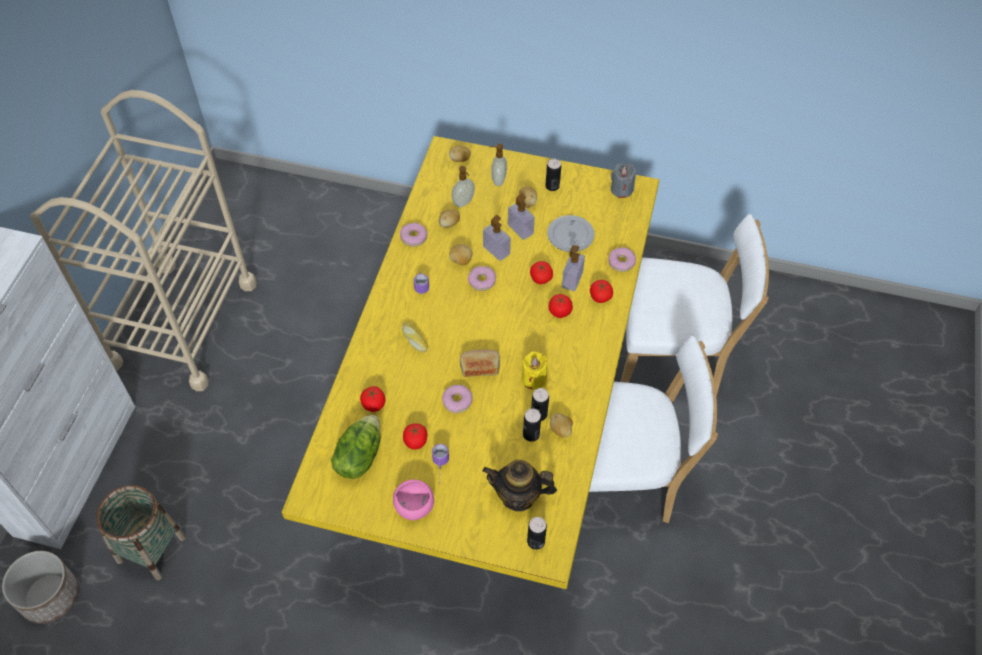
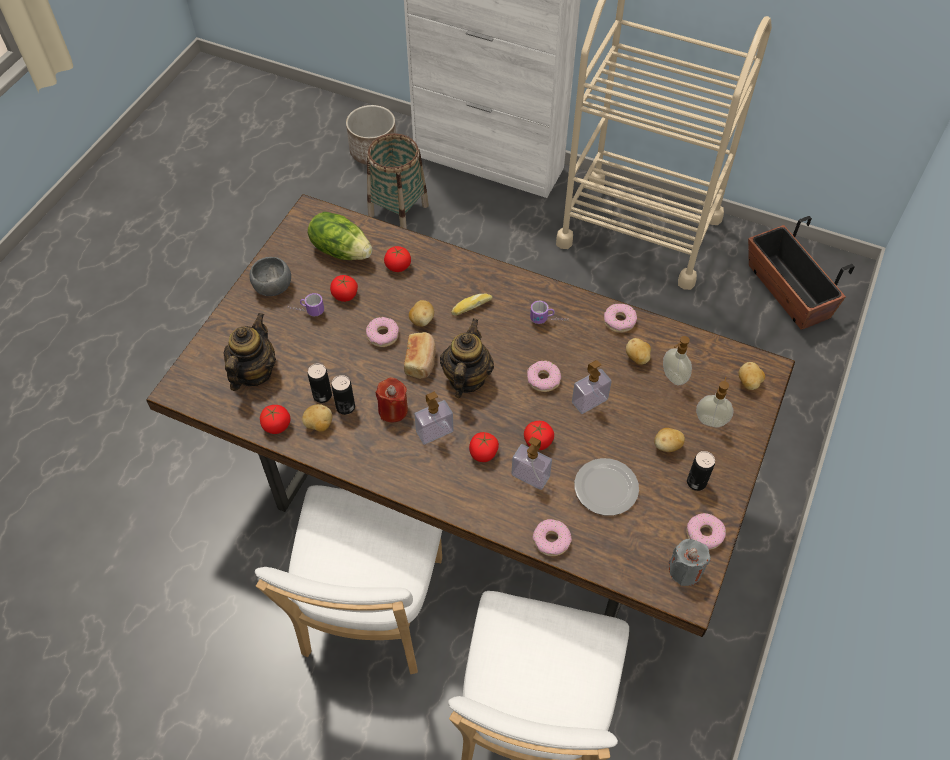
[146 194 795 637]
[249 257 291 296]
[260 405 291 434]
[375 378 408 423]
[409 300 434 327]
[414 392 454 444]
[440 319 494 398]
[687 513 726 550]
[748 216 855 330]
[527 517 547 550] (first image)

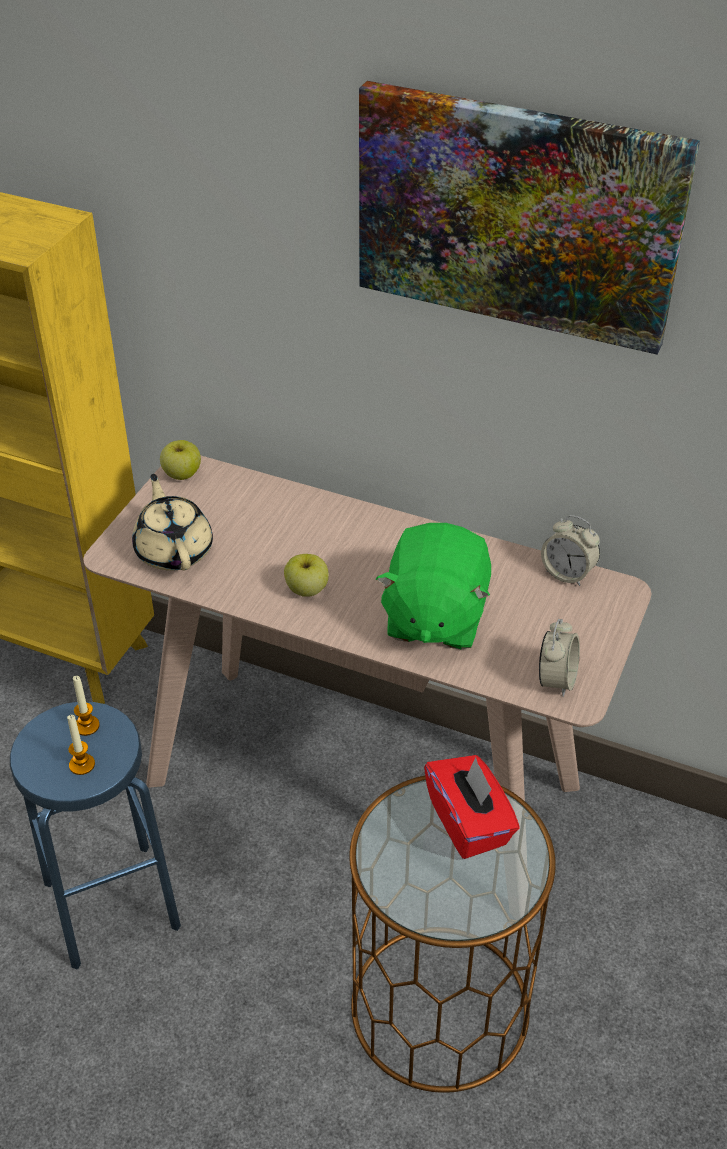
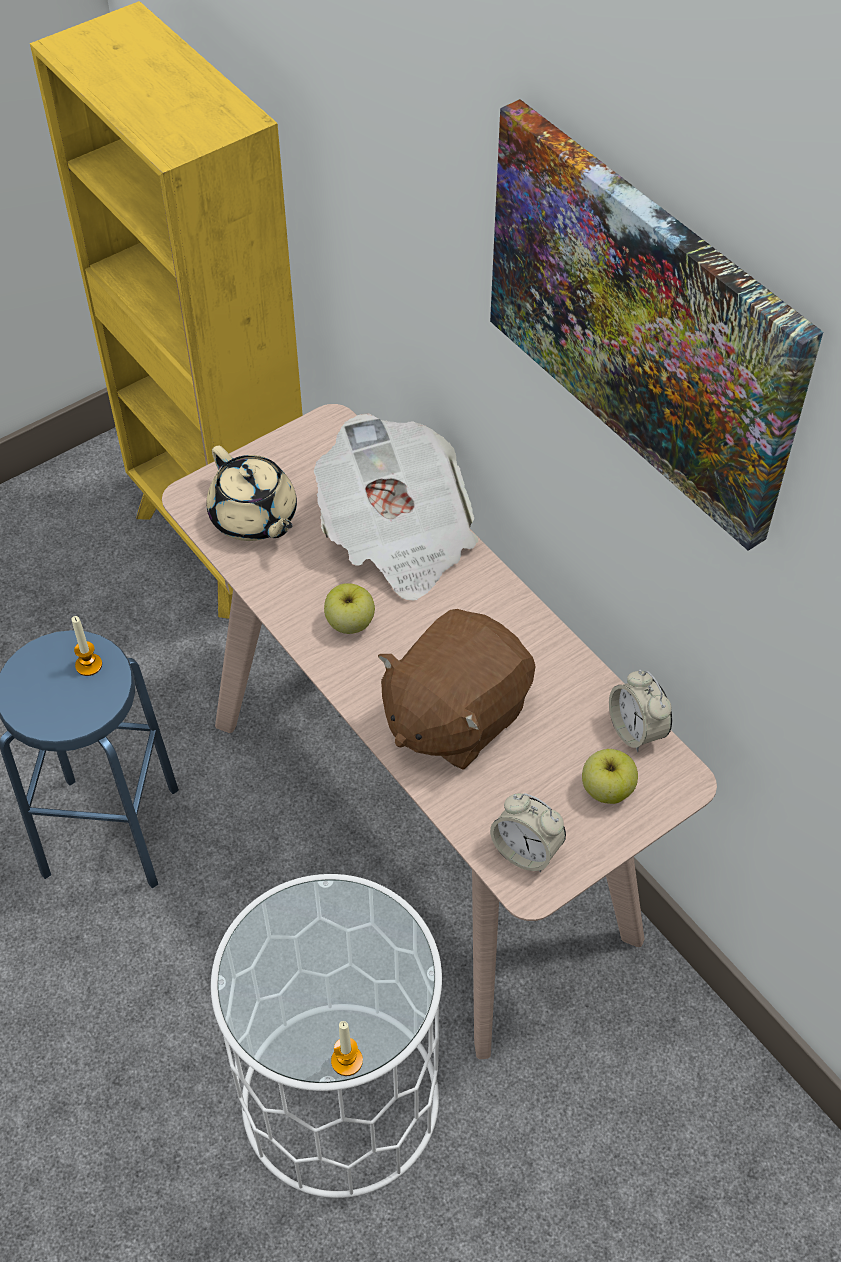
[206 446 297 541]
[211 874 442 1198]
[314 413 478 601]
[331 1021 363 1076]
[378 609 536 769]
[490 793 566 872]
[582 749 638 804]
[424 755 520 859] (first image)

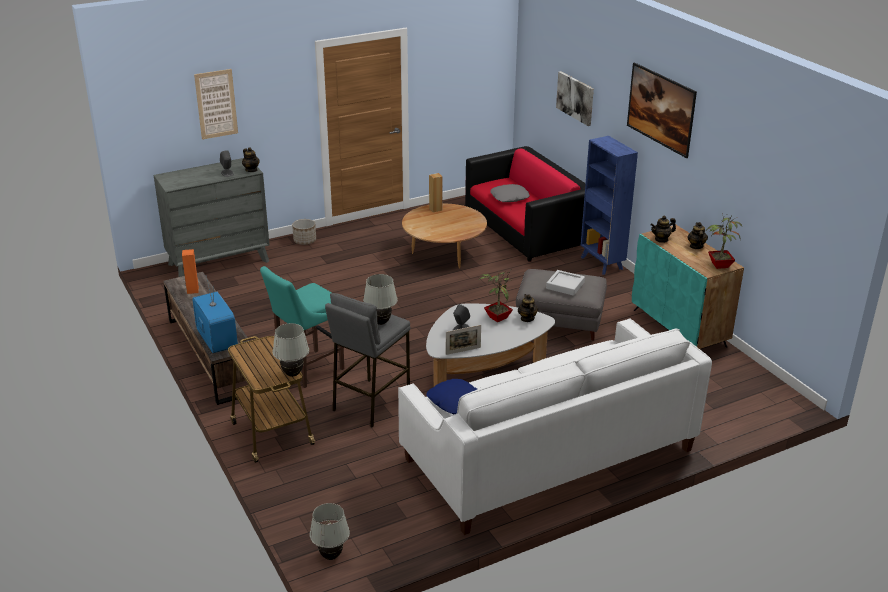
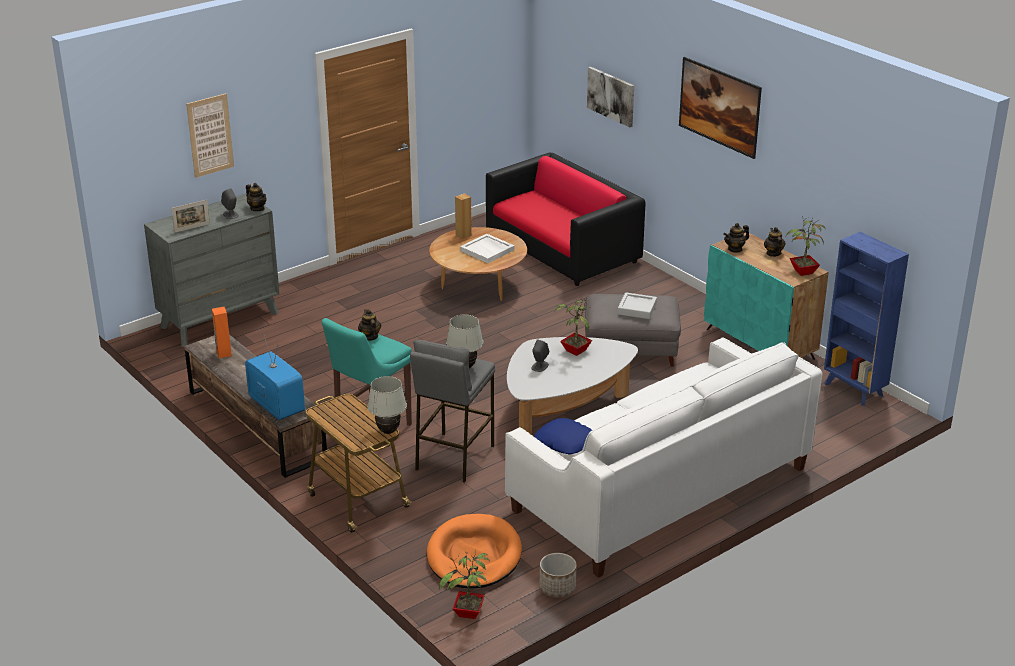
[171 200 210 233]
[358 309 381 341]
[427 514 522 589]
[439 551 490 619]
[460 234 515 263]
[540 553 577 598]
[824 232 909 406]
[490 184 530 202] (first image)

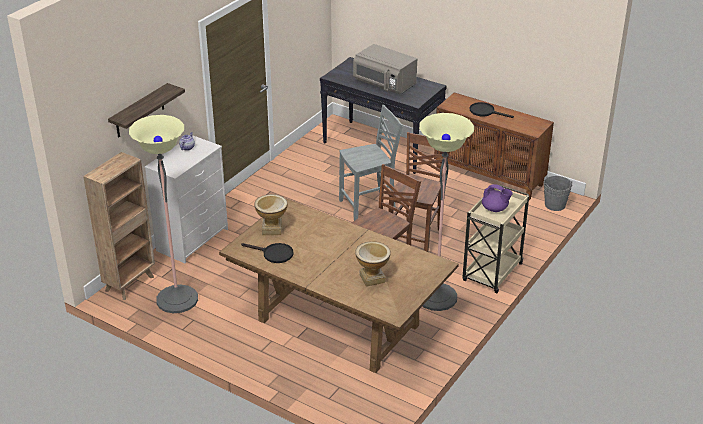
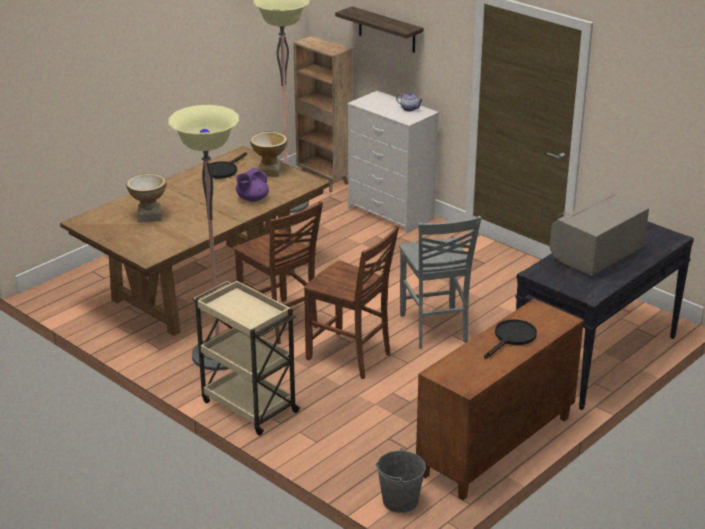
[236 168 269 202]

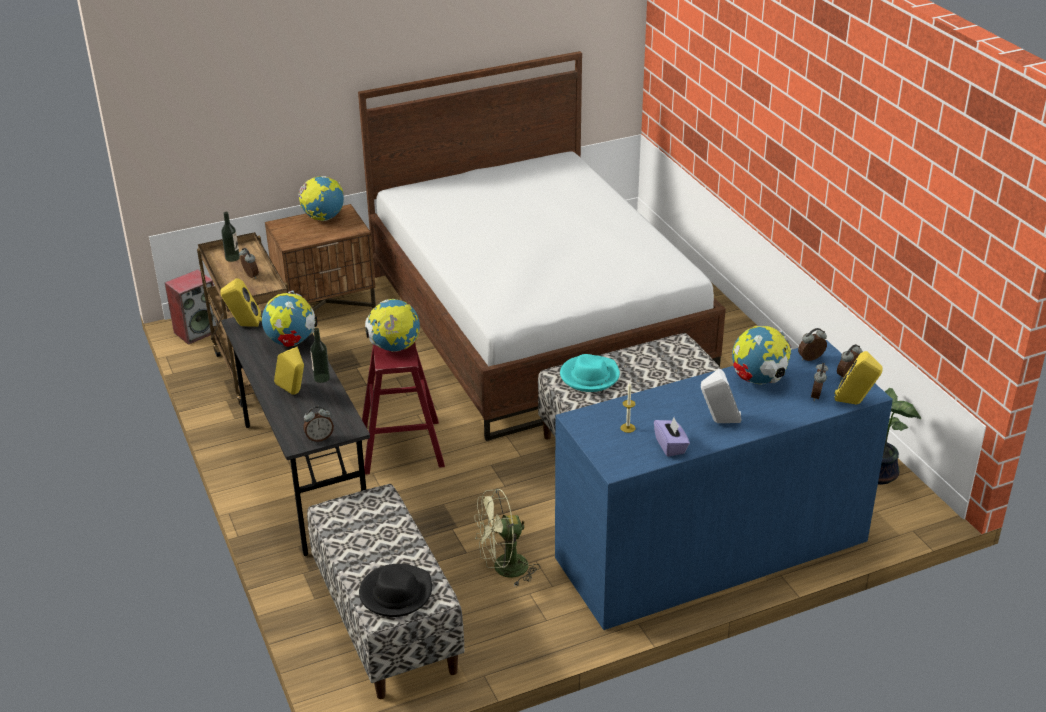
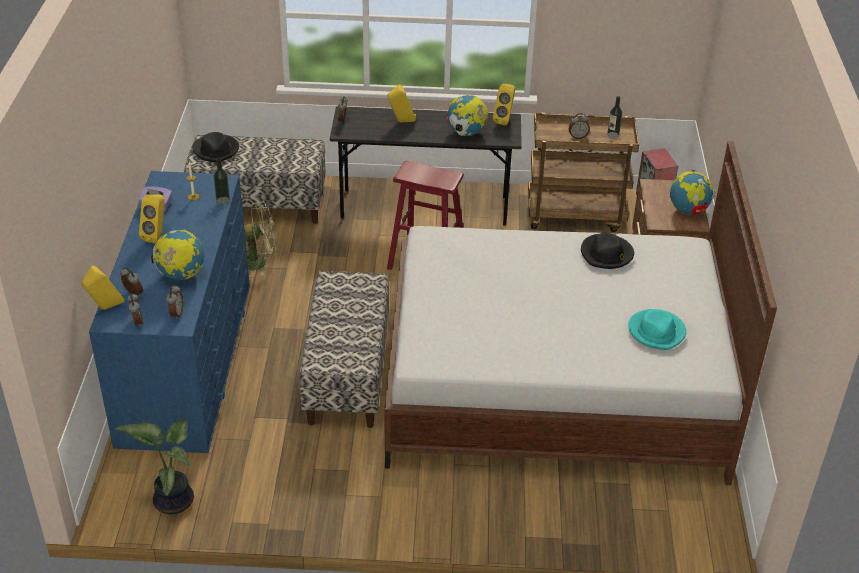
[139 194 164 244]
[214 158 230 205]
[244 202 276 276]
[581 233 634 269]
[628 309 686 350]
[365 299 420 352] (first image)

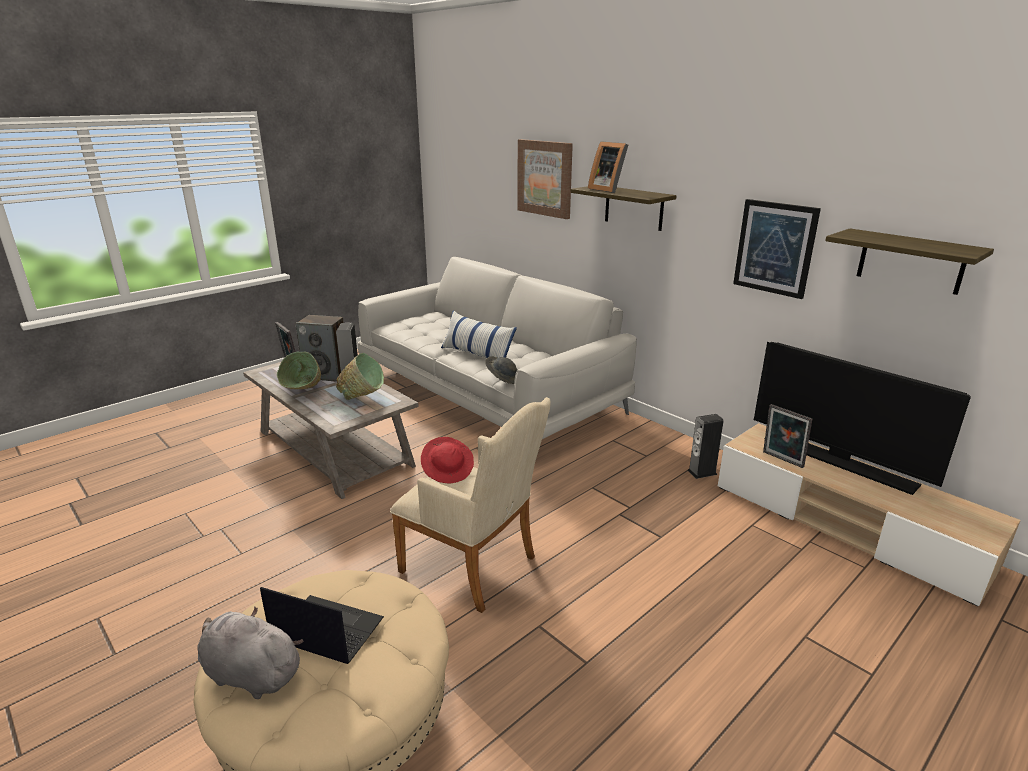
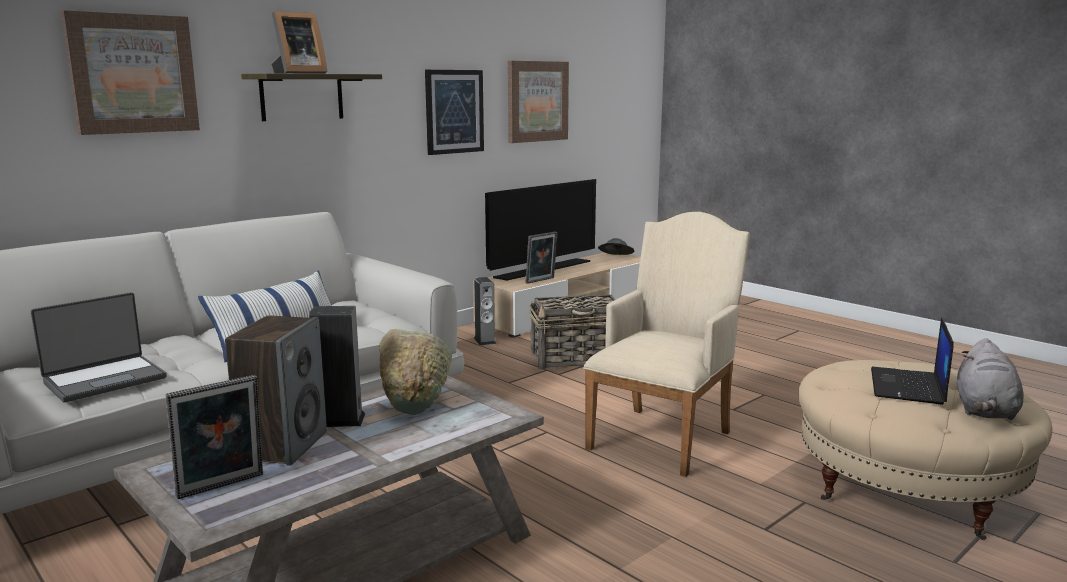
[31 292 167 402]
[508 61 569 143]
[530 295 616 370]
[598 238 634 255]
[277 352 321 389] (first image)
[421 437 474 483] (first image)

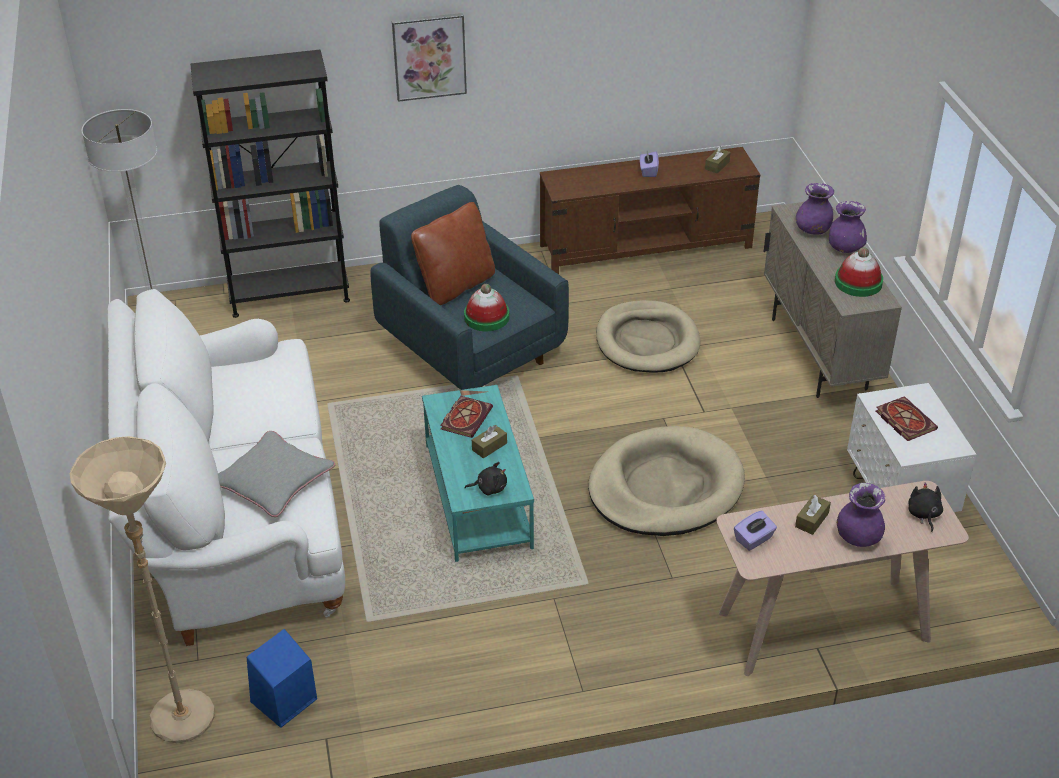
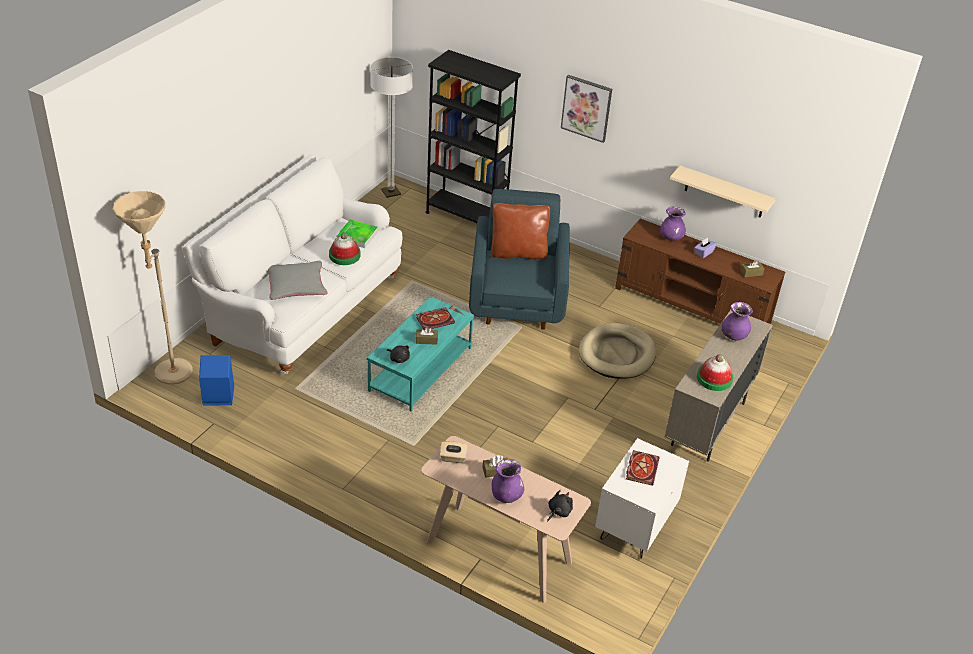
[329 232 360 265]
[337 219 378 248]
[440 441 468 463]
[660 206 686 241]
[670 165 776 218]
[588 426 745 536] (first image)

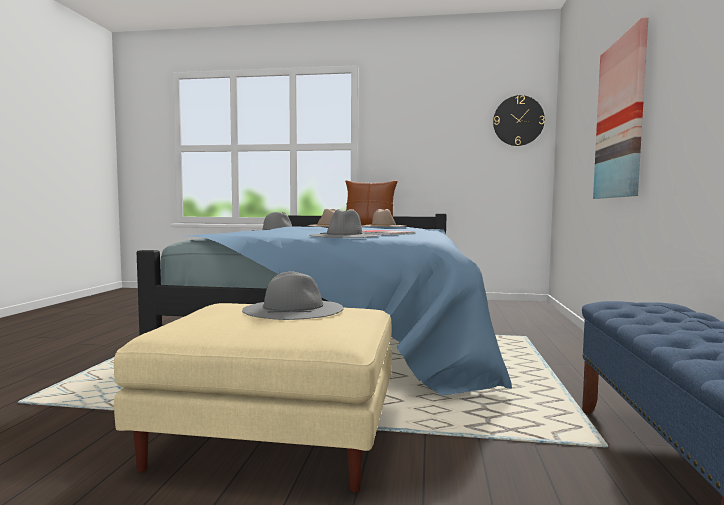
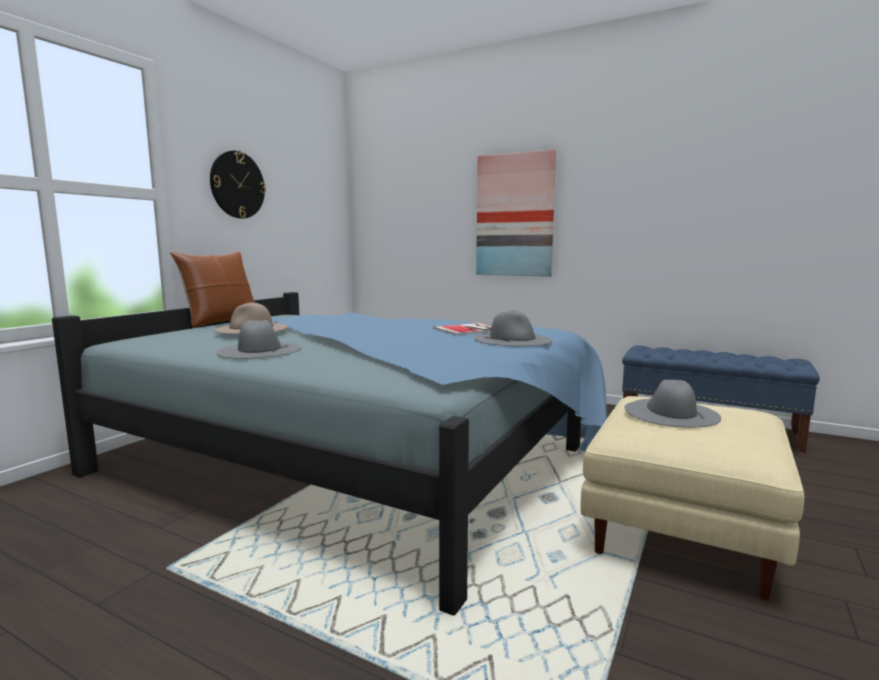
[210 151 266 219]
[363 209 405 227] (first image)

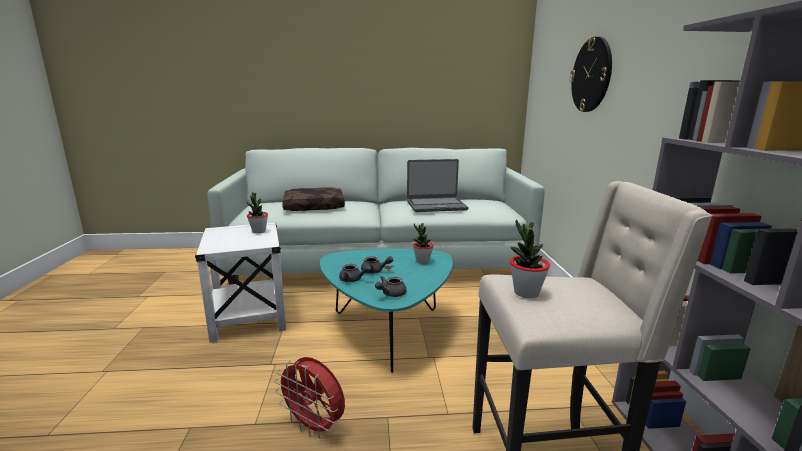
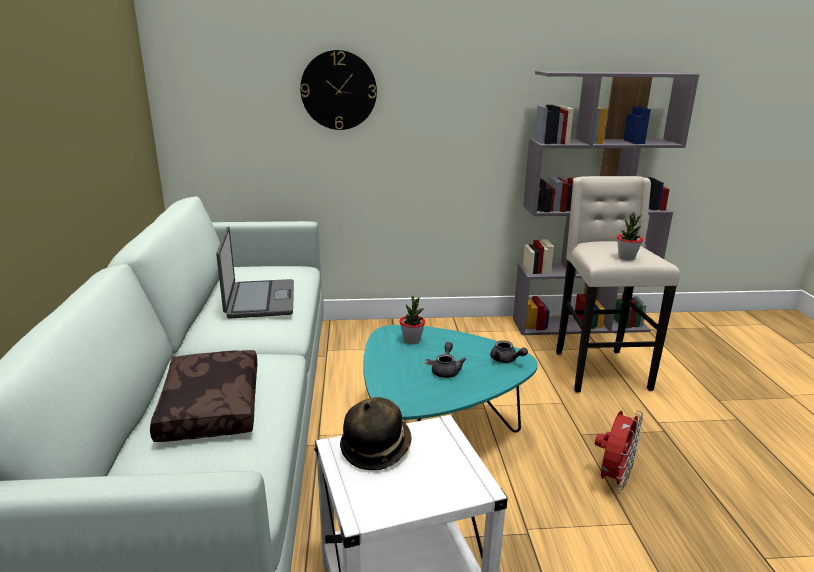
[340 397 412 470]
[339 264 371 282] (first image)

